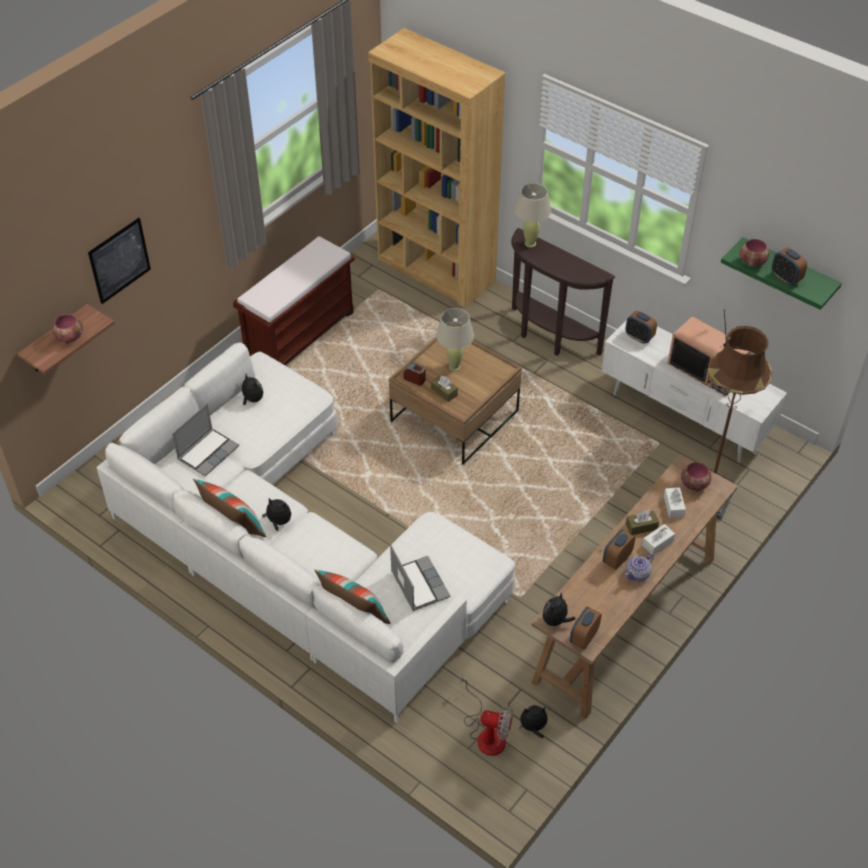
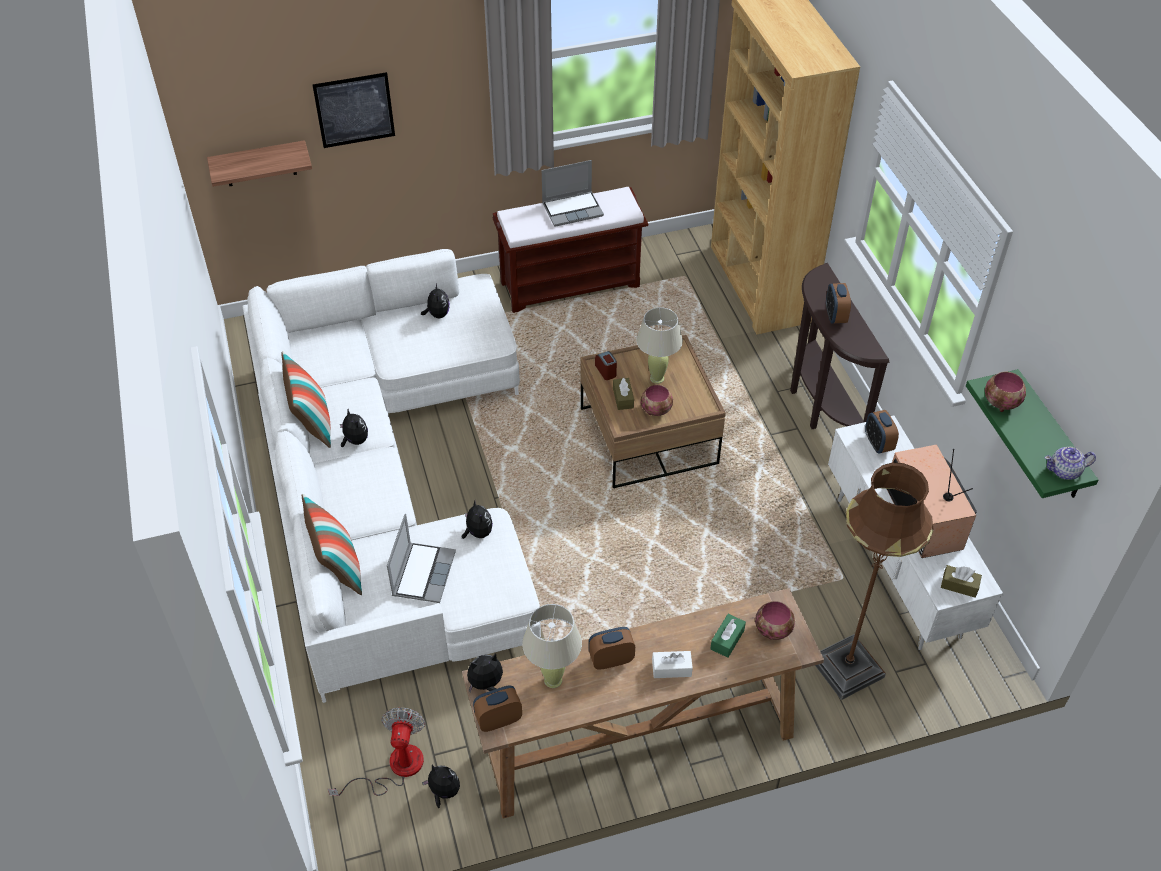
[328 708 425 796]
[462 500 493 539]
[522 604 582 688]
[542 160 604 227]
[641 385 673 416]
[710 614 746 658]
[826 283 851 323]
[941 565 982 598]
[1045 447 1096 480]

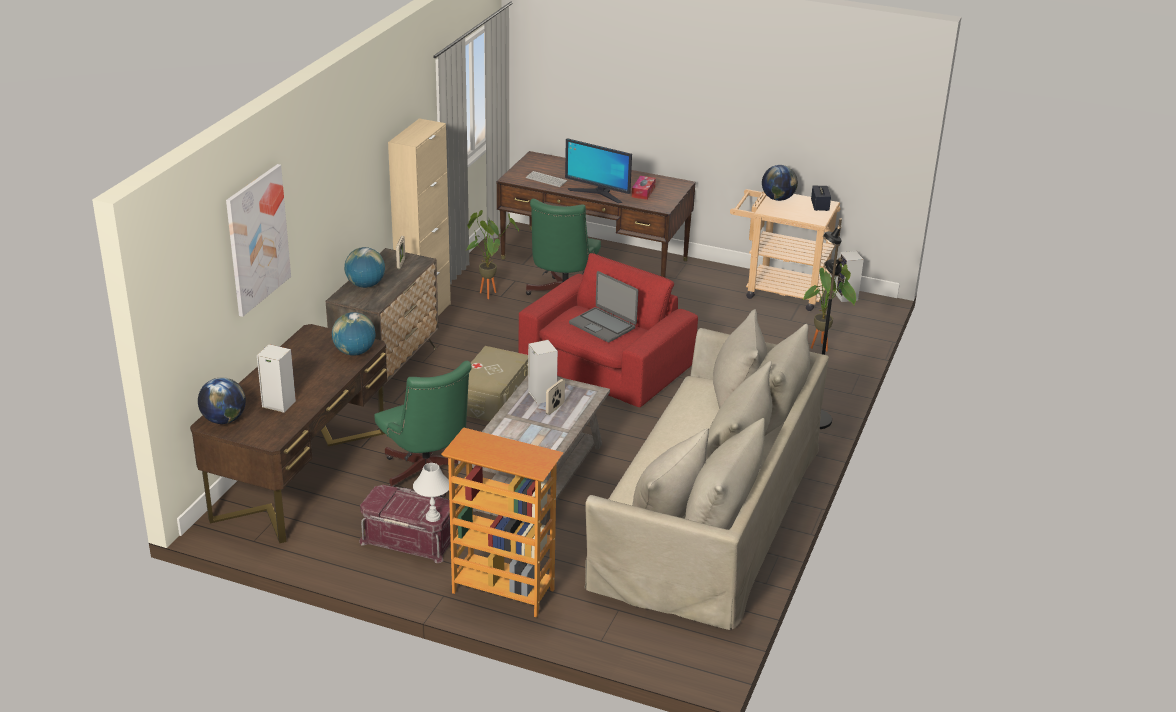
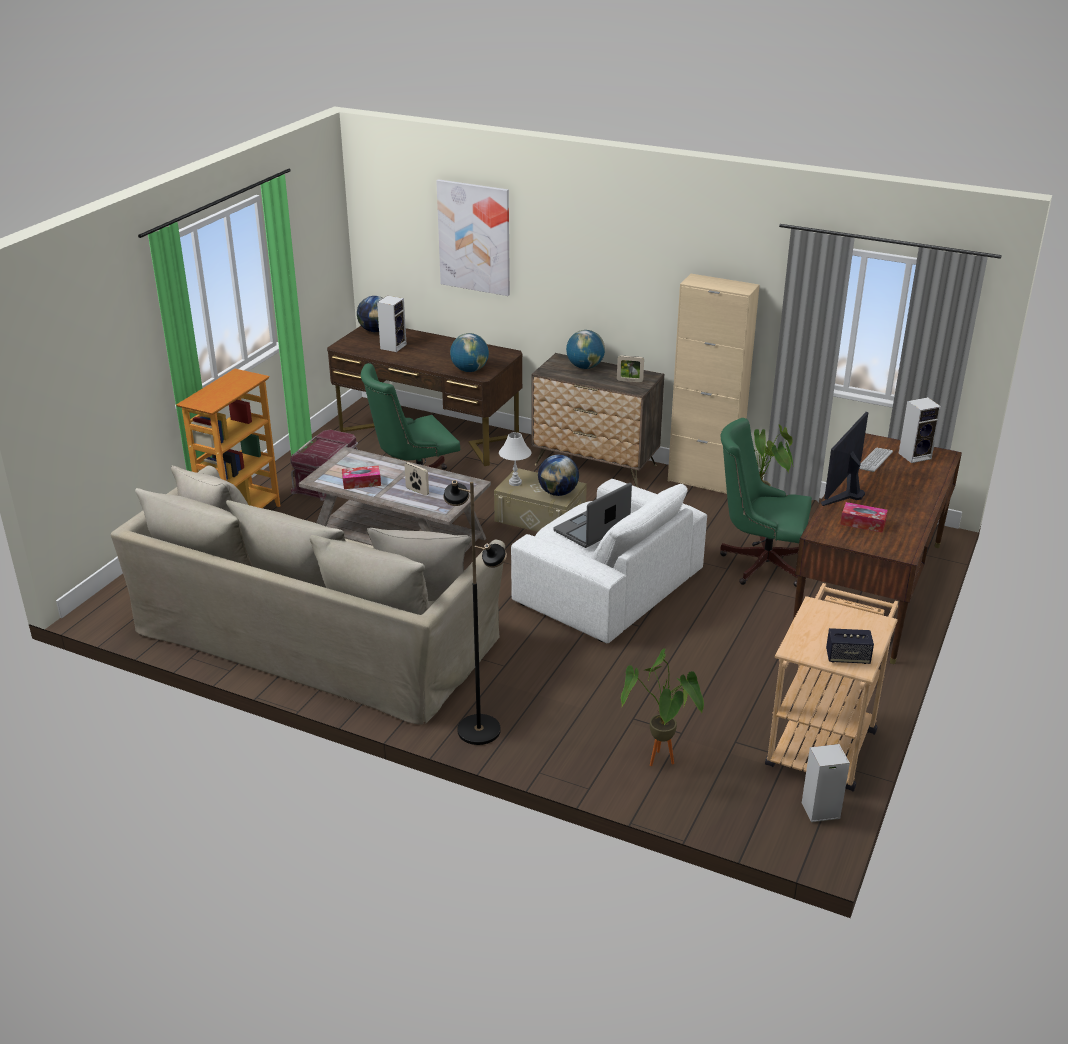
[342 466 381 489]
[499 432 531 486]
[511 479 707 644]
[538 455 579 496]
[899 397 941 463]

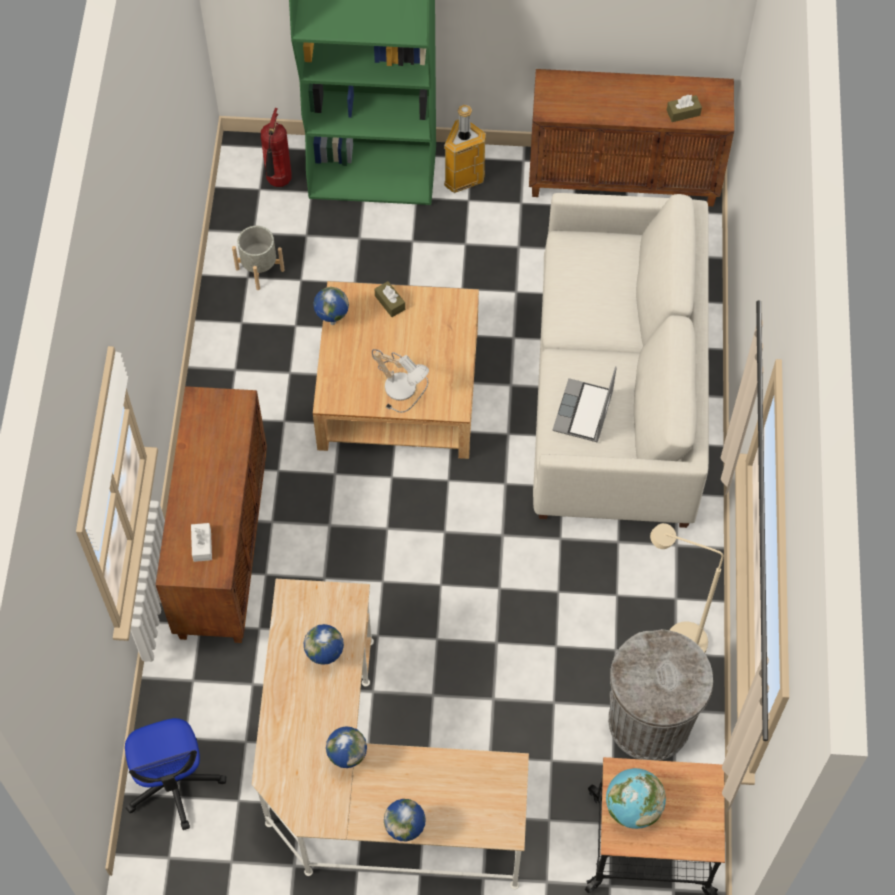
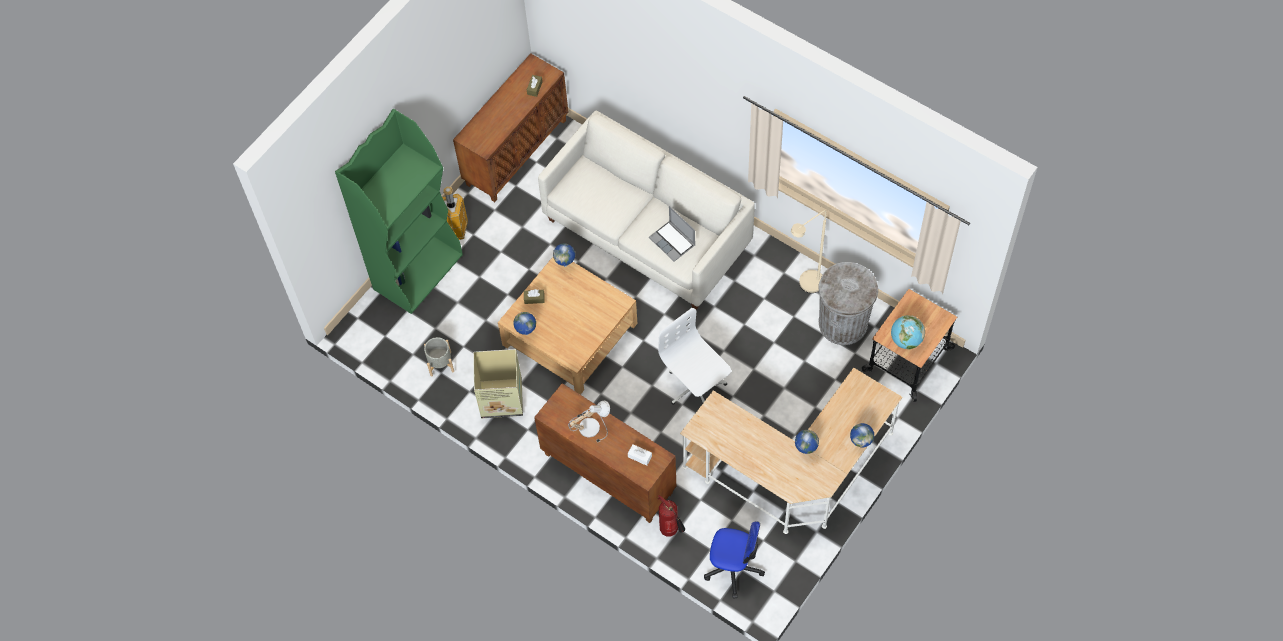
[473 349 523 418]
[553 243 575 267]
[568 400 610 443]
[658 308 731 405]
[658 495 685 537]

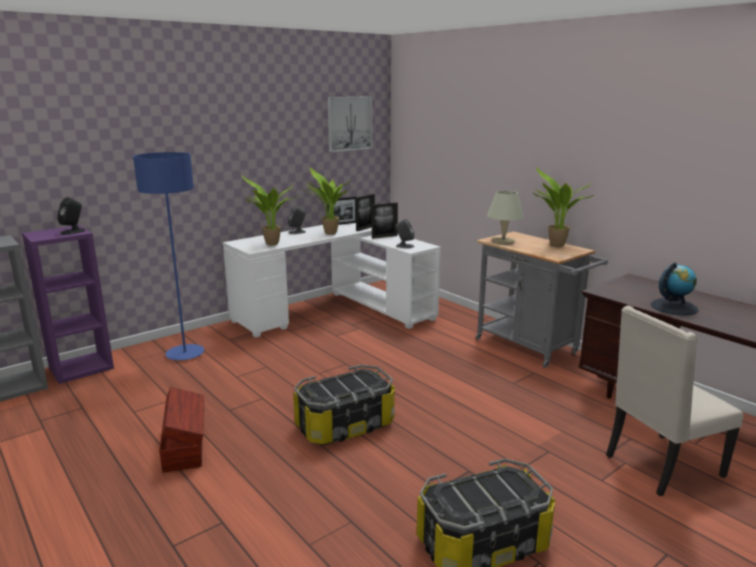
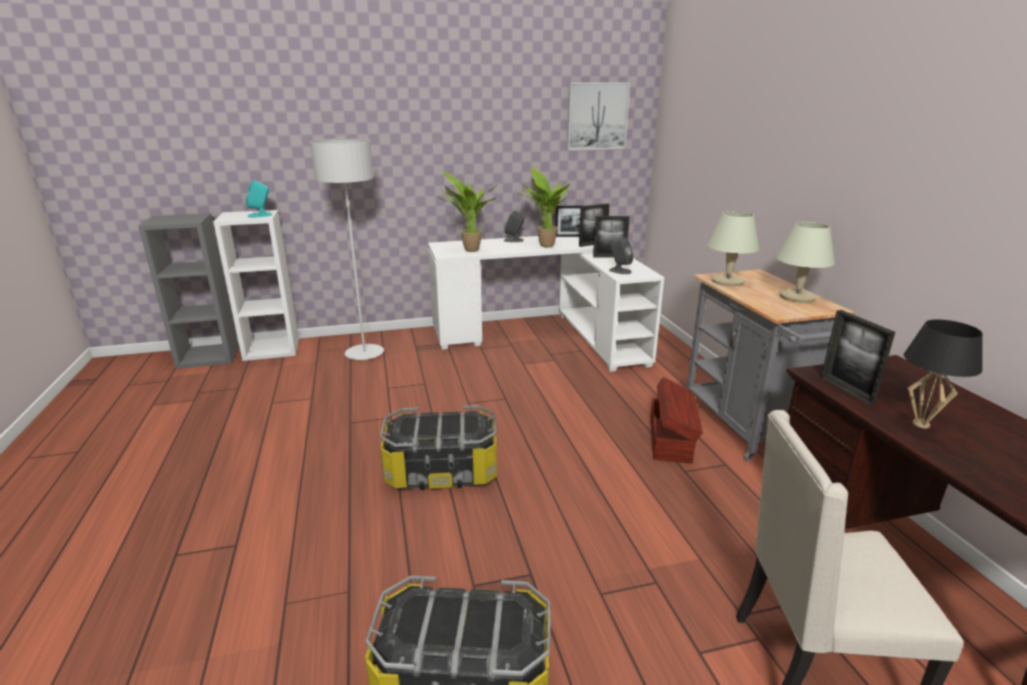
[213 210 299 361]
[246 180 272 218]
[310 139 384 360]
[650 377 703 463]
[776 221 835 303]
[821 310 895 405]
[904 320 982 428]

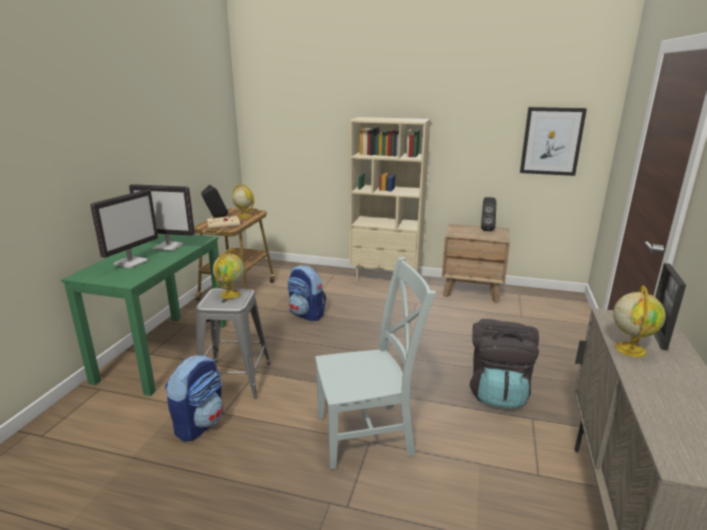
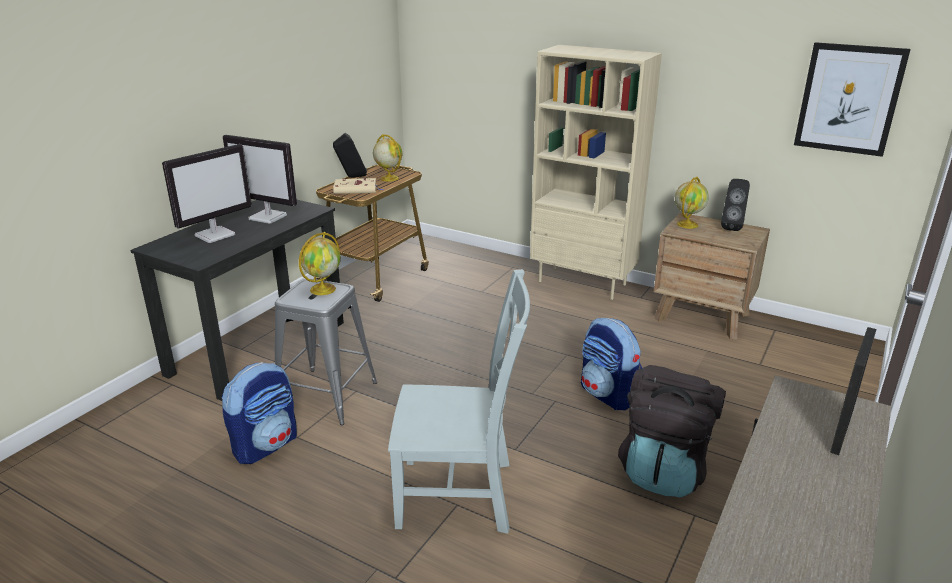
[131 200 344 401]
[581 318 643 410]
[675 177 709 229]

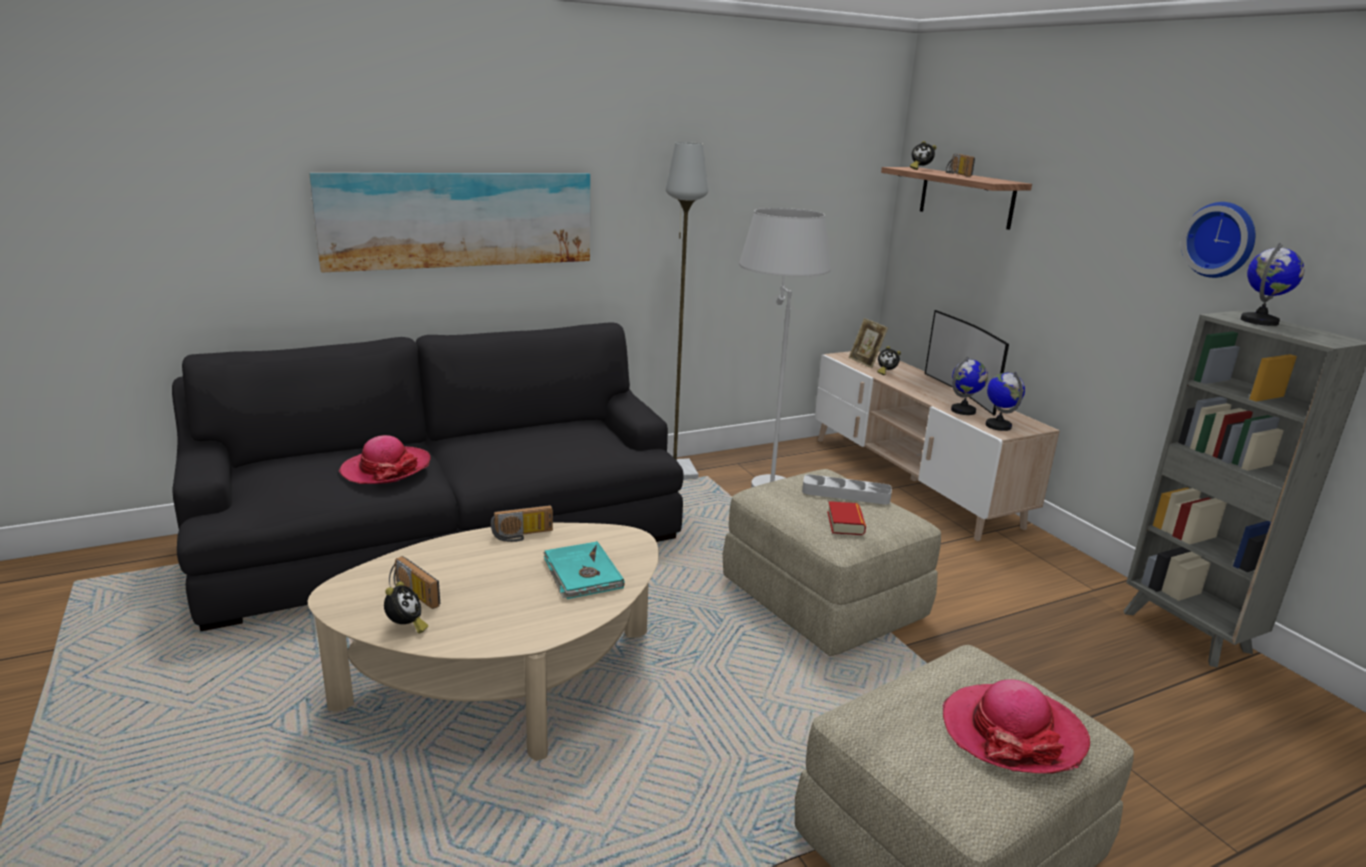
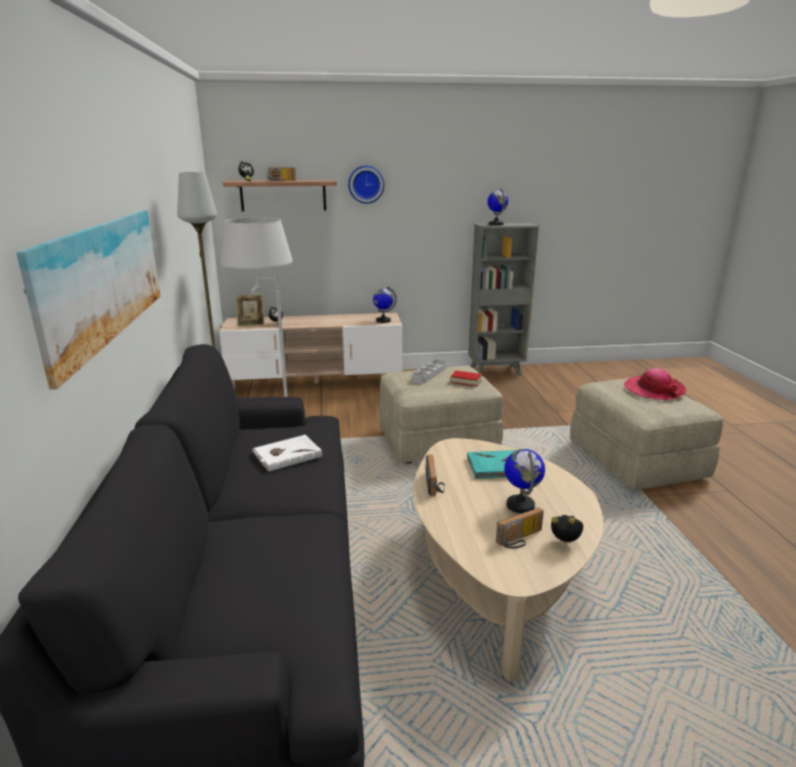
[252 435 322 471]
[348 166 384 204]
[504 449 545 514]
[339 435 431 484] (first image)
[925 310 1009 415] (first image)

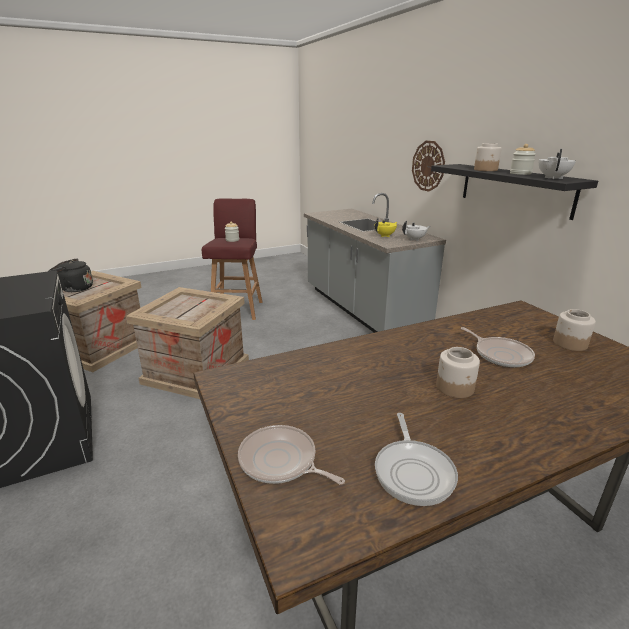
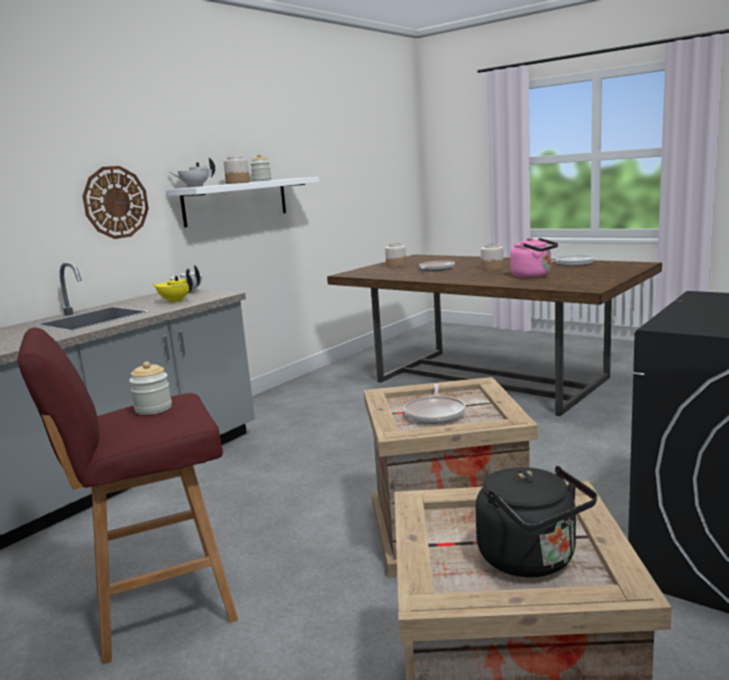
[167 177 319 227]
[170 157 215 187]
[404 384 466 424]
[510 238 558 278]

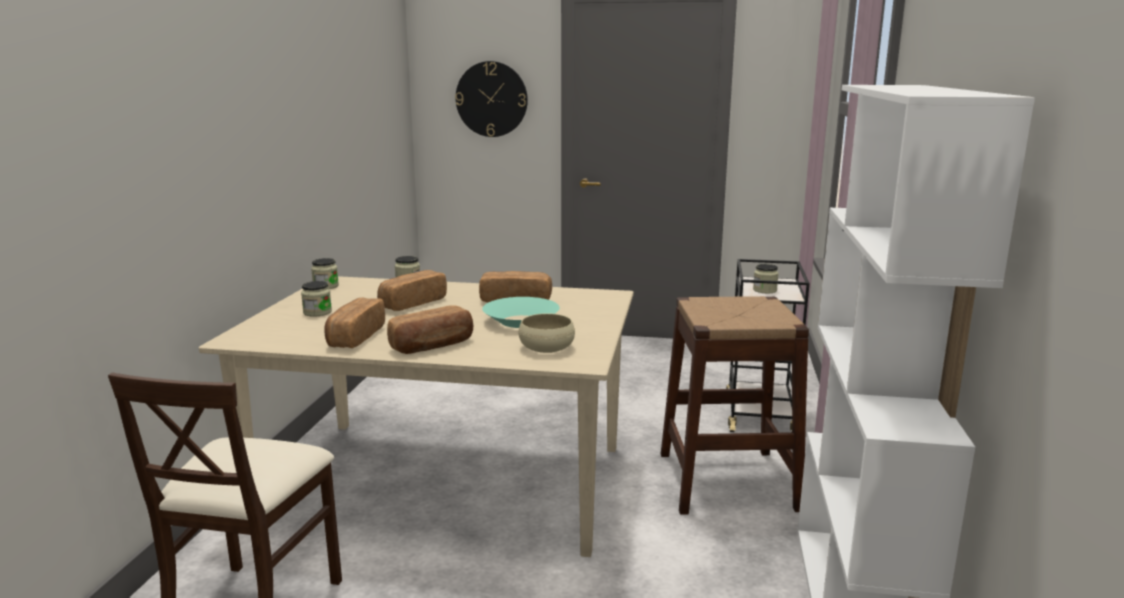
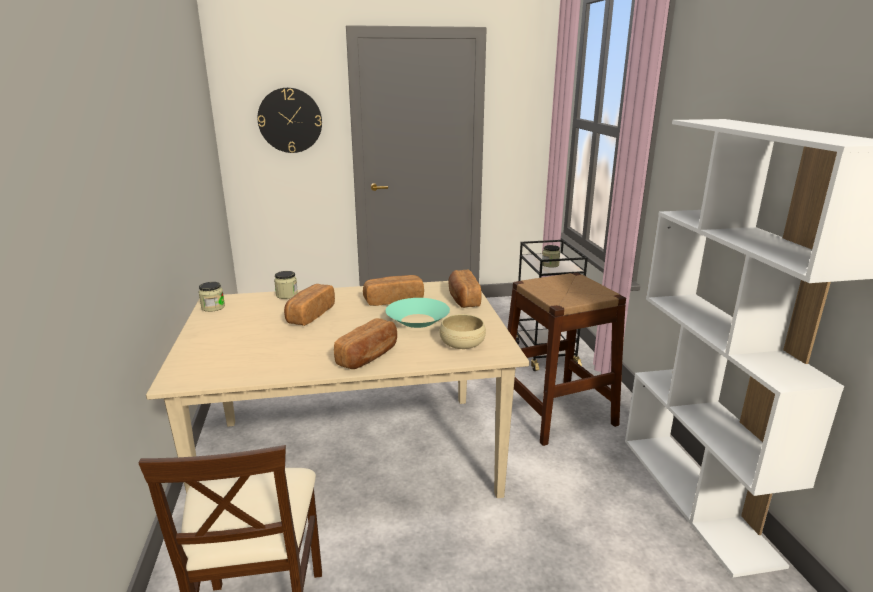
[448 269 482 308]
[301 281 332 317] (first image)

